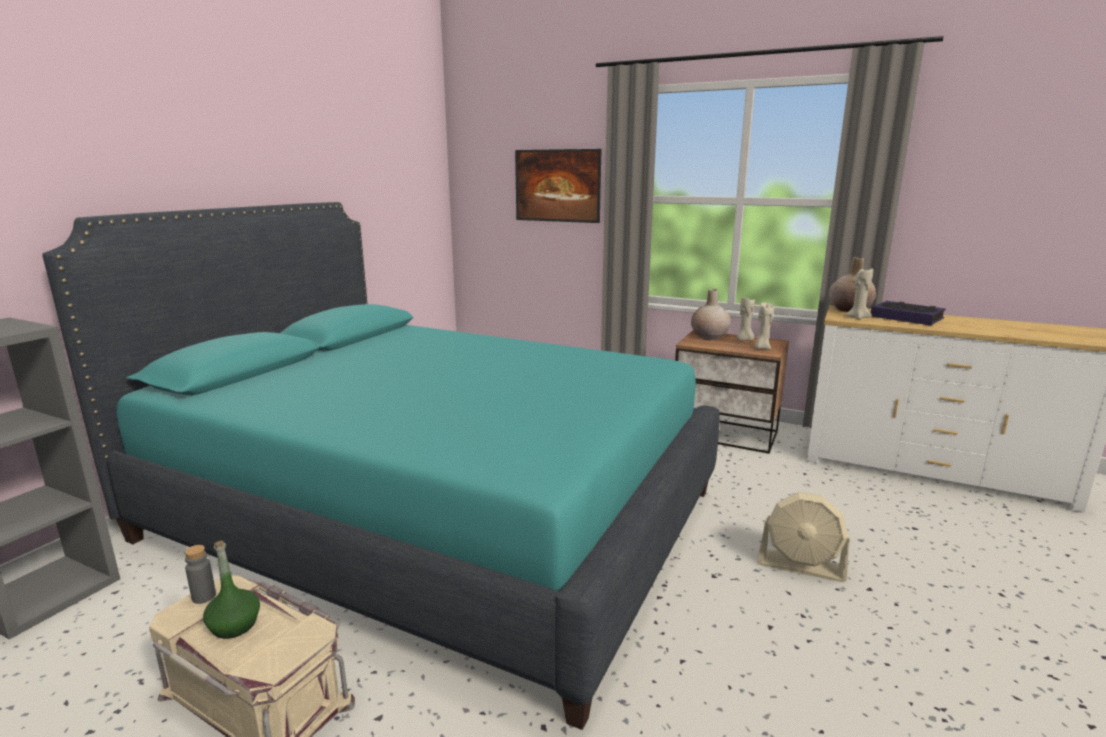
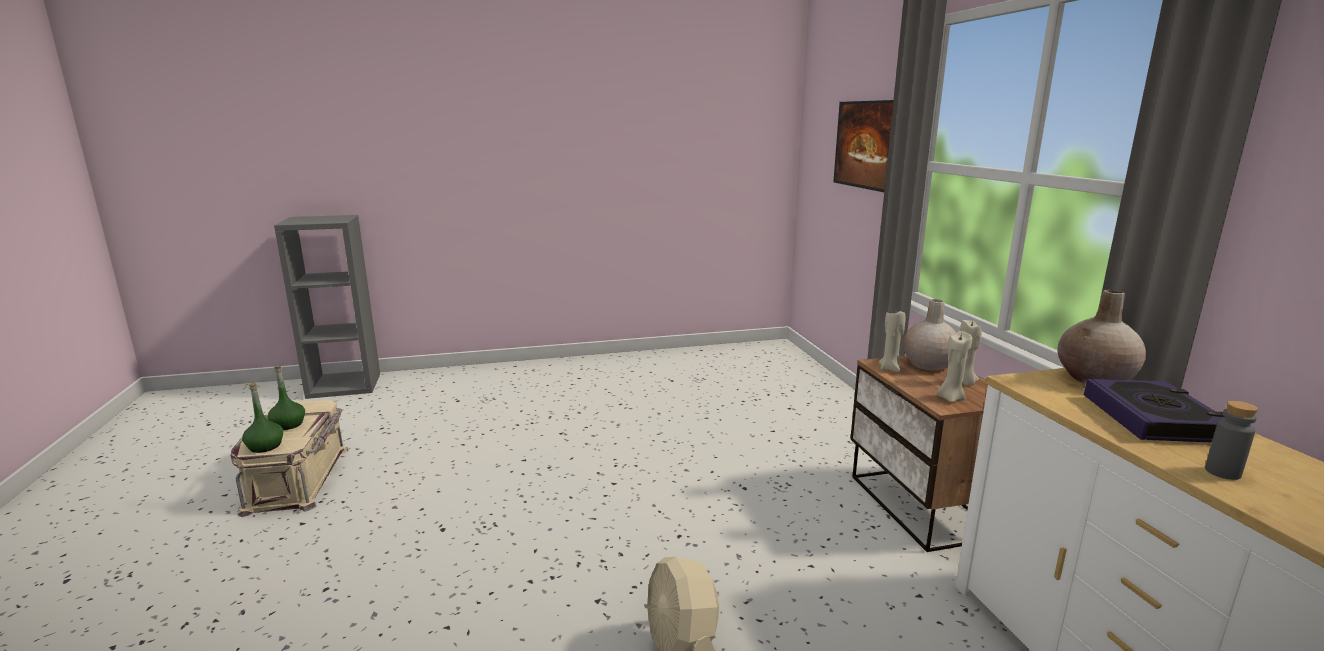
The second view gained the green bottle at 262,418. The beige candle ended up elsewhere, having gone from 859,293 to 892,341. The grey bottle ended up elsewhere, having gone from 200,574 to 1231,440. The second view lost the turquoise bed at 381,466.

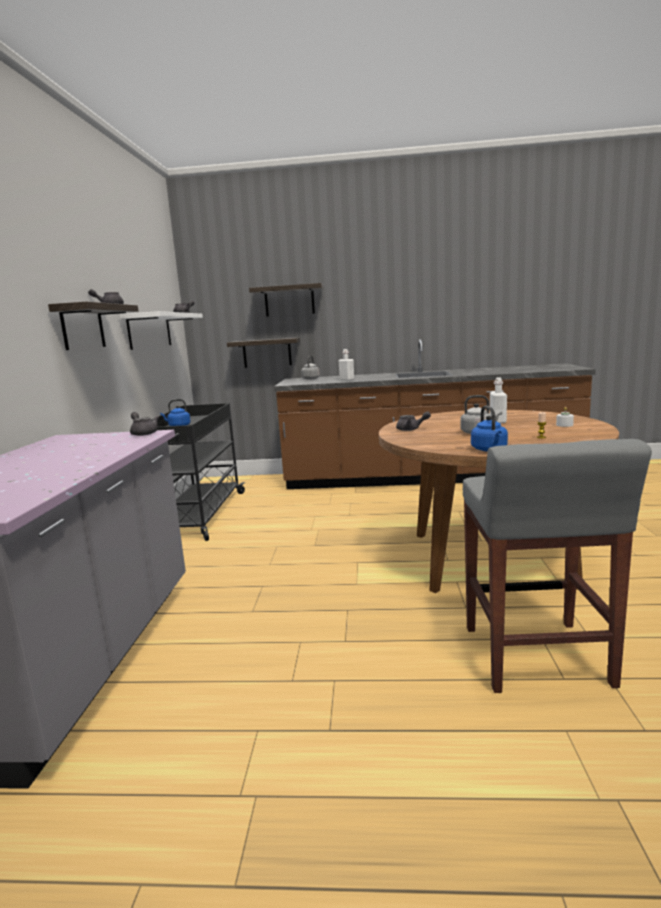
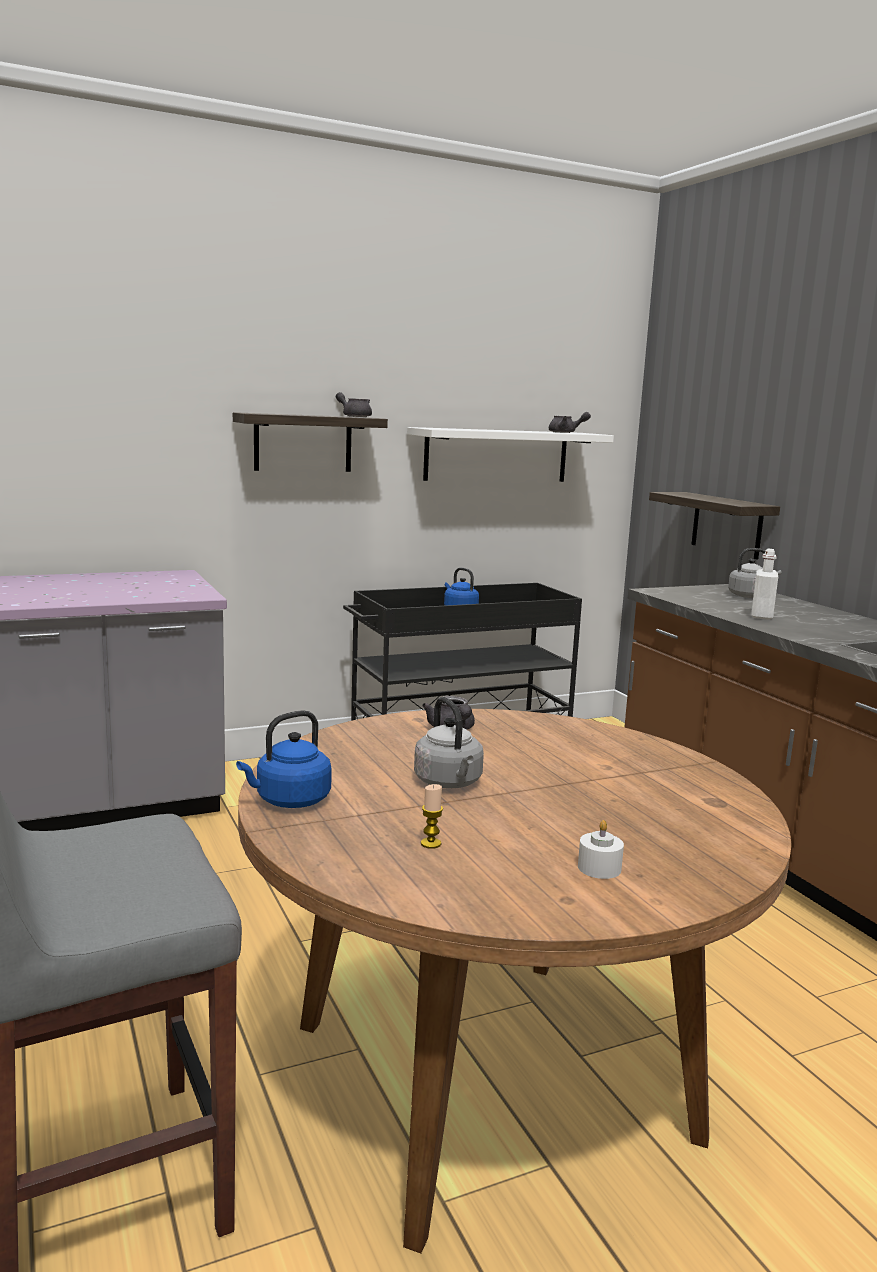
The second view lost the grey teapot at 144,424. The second view lost the shelf at 286,300. The second view lost the white bottle at 498,400.

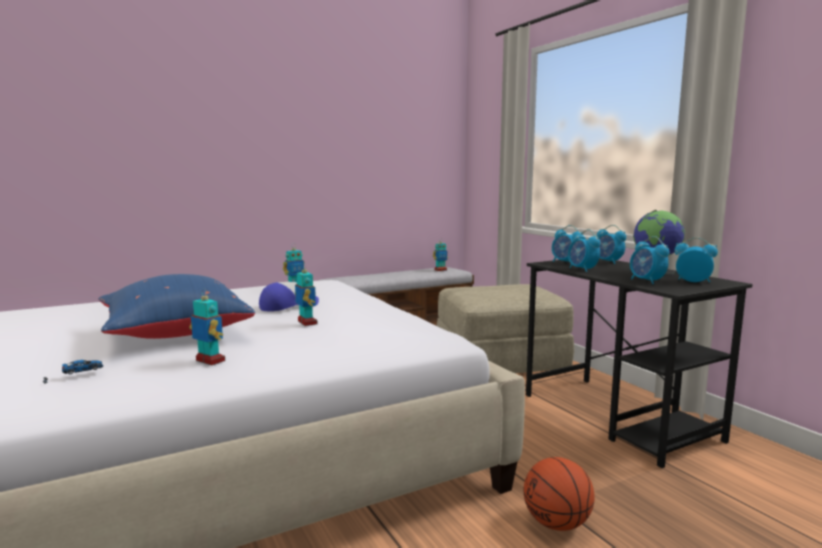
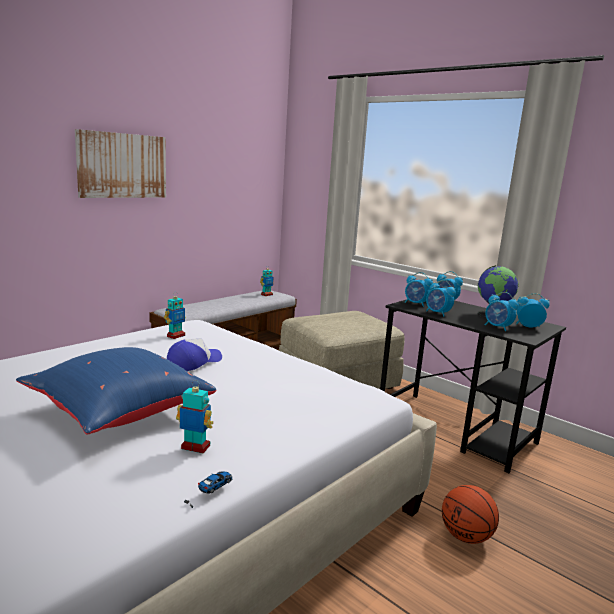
The second view gained the picture at 120,163. The toy car ended up elsewhere, having gone from 73,372 to 208,489. The second view lost the toy robot at 306,295.

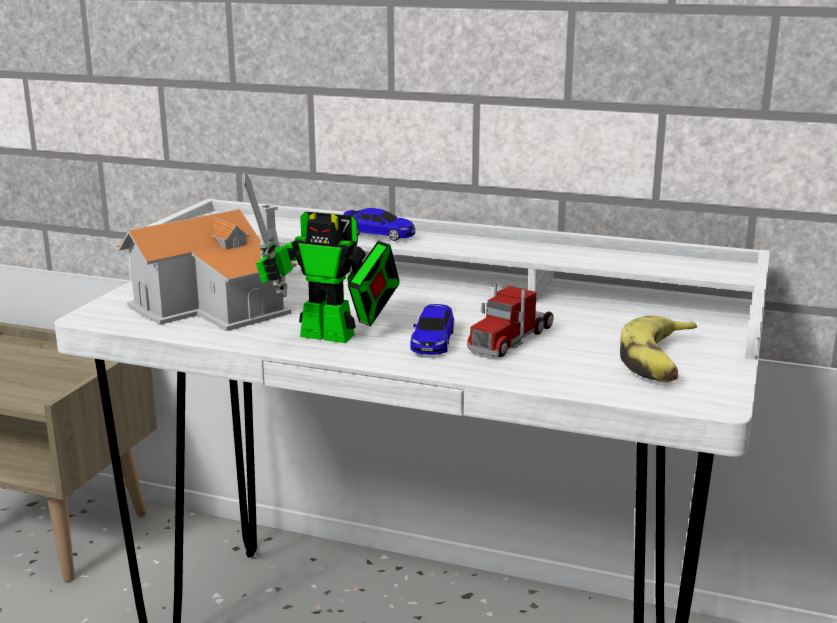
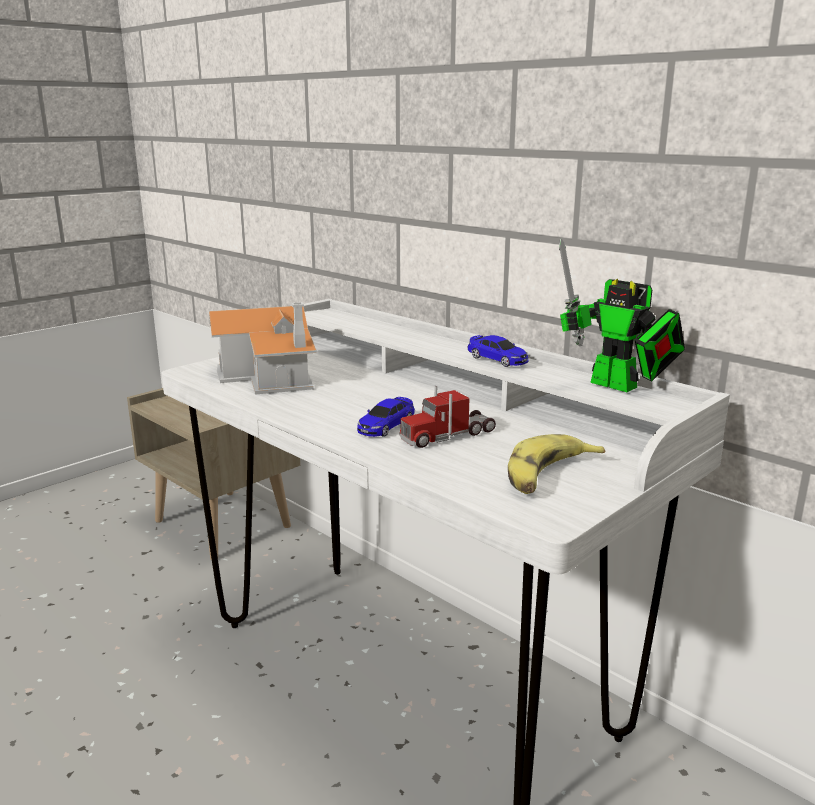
The toy car ended up elsewhere, having gone from 380,224 to 498,351. The toy robot ended up elsewhere, having gone from 321,257 to 622,315.

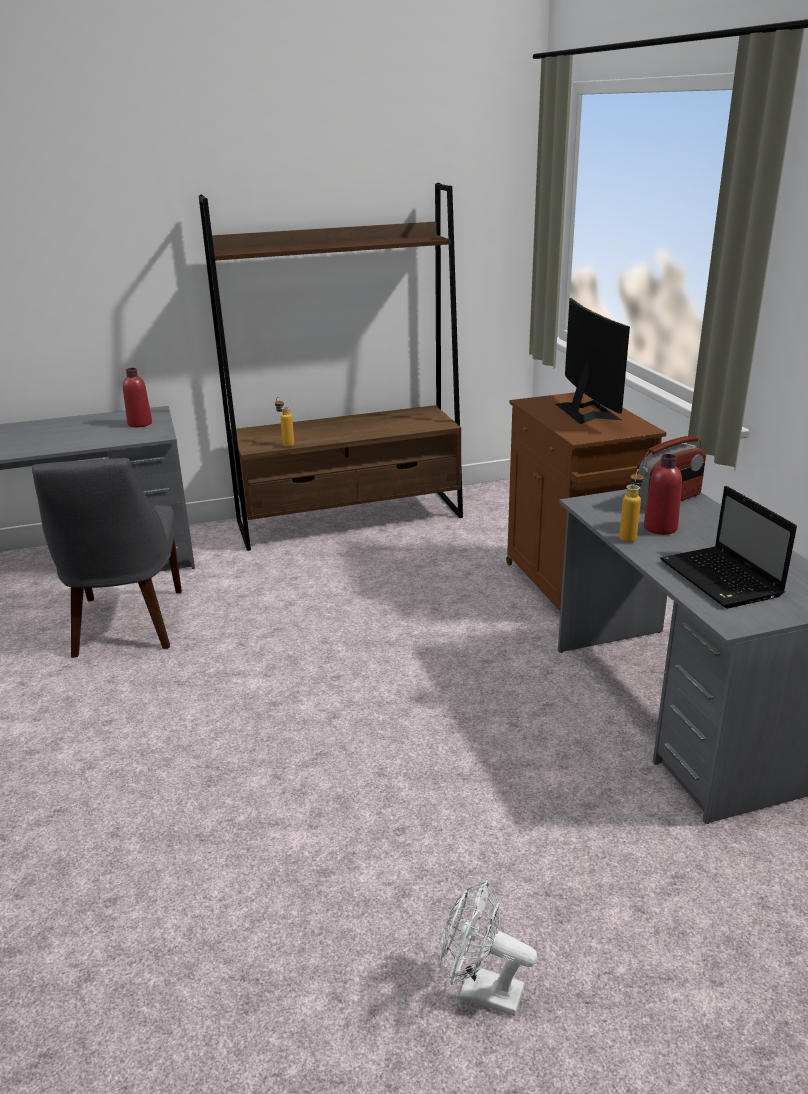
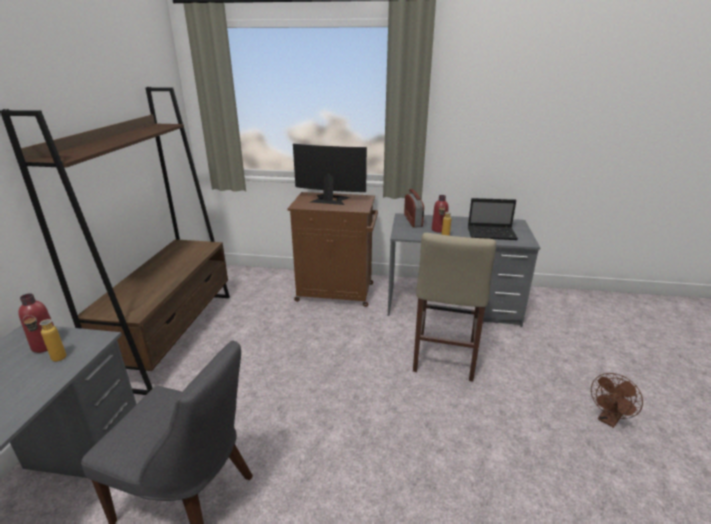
The bottle ended up elsewhere, having gone from 285,422 to 45,338. The second view gained the beige stool at 454,307. What was the white fan at 489,948 turned into the brown fan at 617,400.

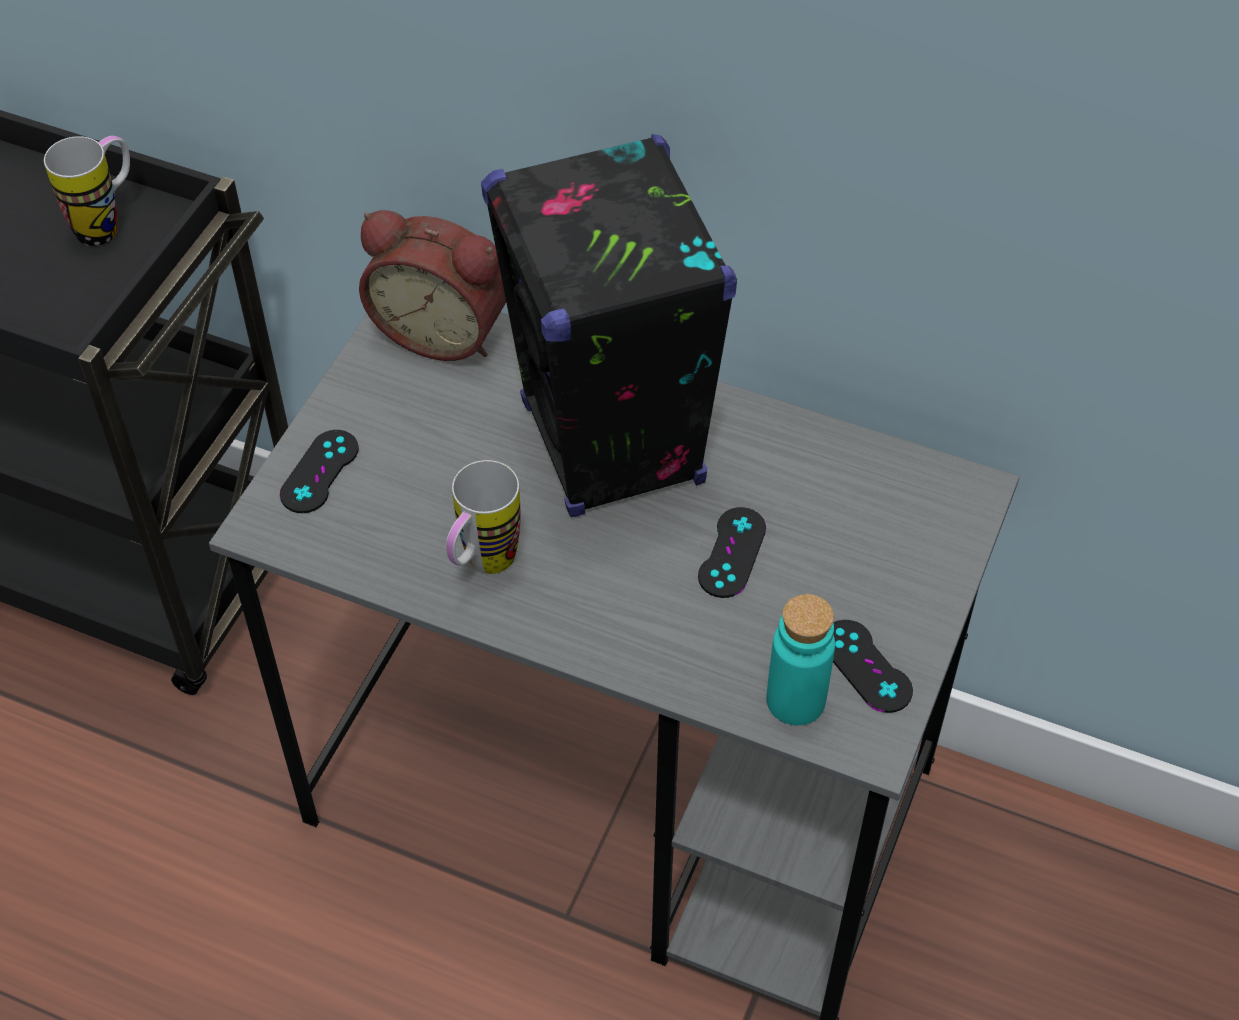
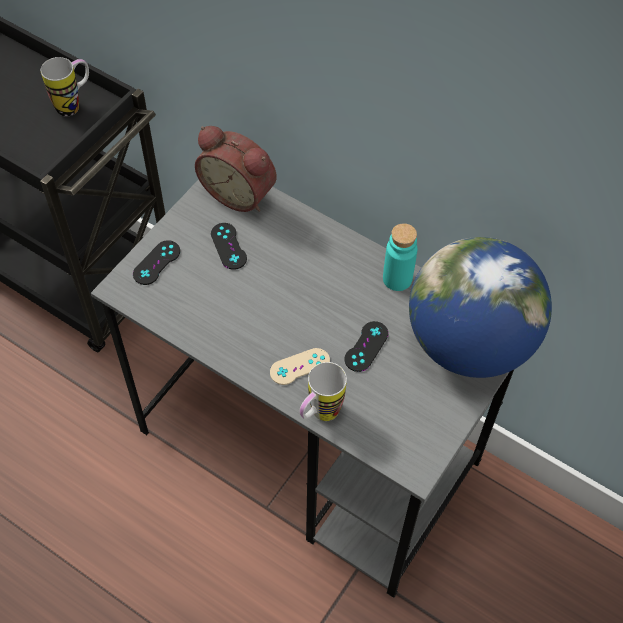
The black game controller ended up elsewhere, having gone from 873,666 to 229,246. The second view gained the beige game controller at 300,366. The mug ended up elsewhere, having gone from 483,517 to 323,391. The turquoise bottle ended up elsewhere, having gone from 801,659 to 400,257. The second view gained the globe at 480,307. The second view lost the black speaker at 609,325.

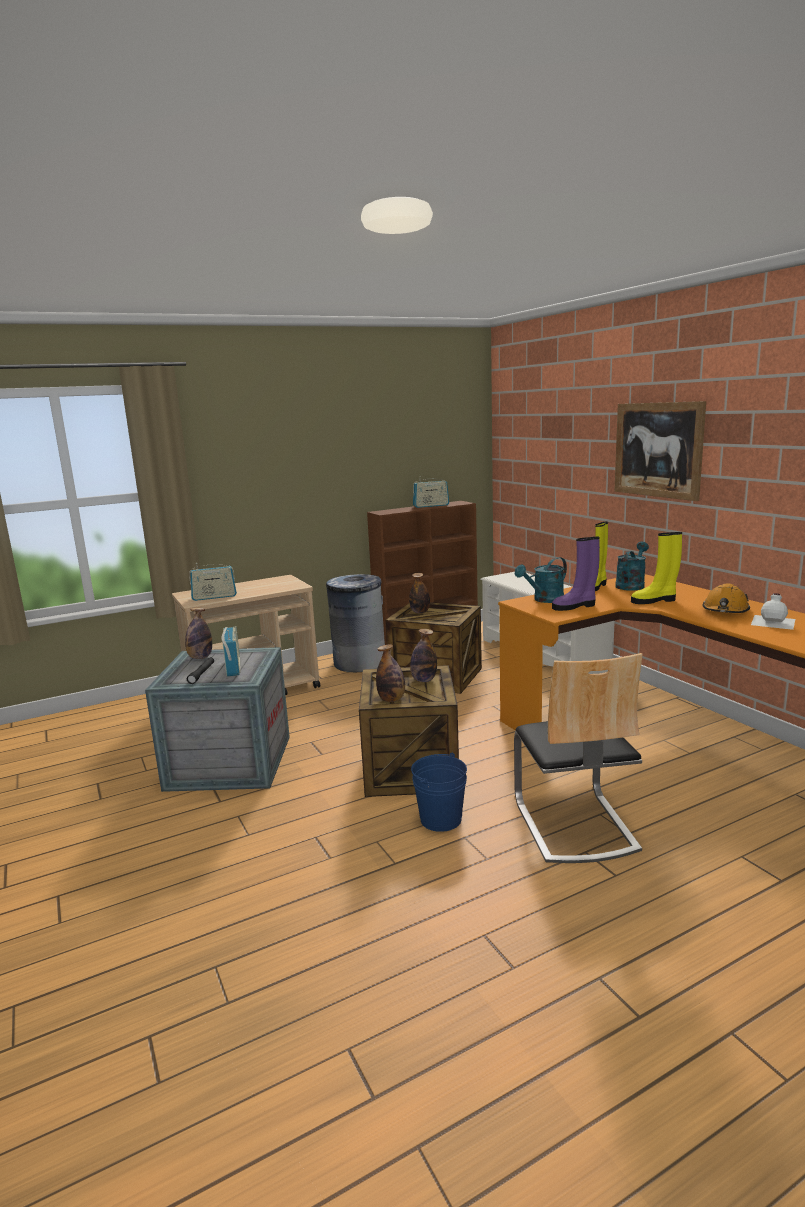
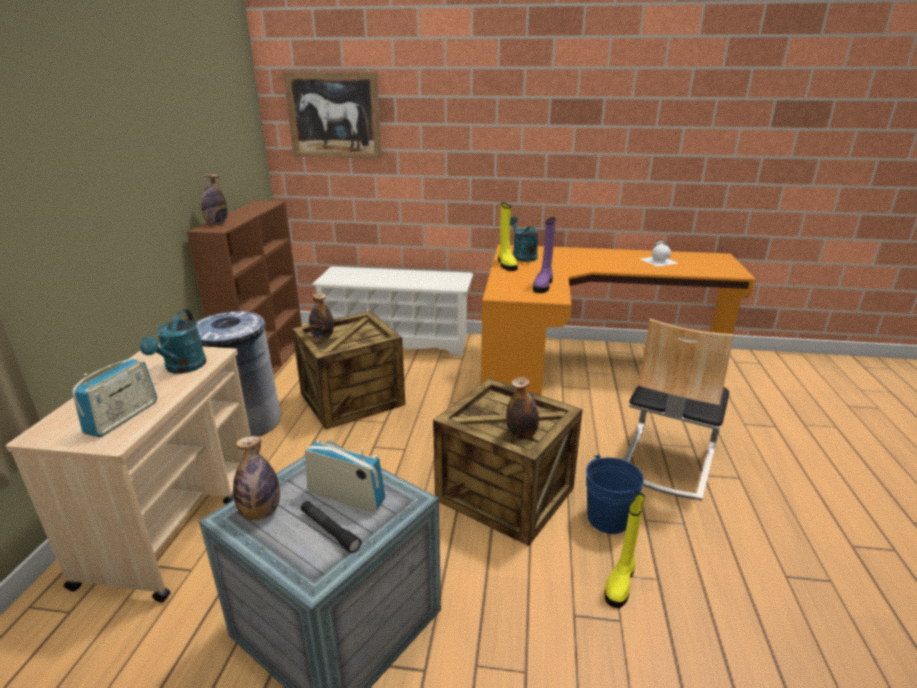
The turquoise watering can ended up elsewhere, having gone from 541,580 to 173,341. The bottle ended up elsewhere, having gone from 423,655 to 214,199. The picture ended up elsewhere, having gone from 660,451 to 332,115. The yellow boot ended up elsewhere, having gone from 656,568 to 625,550. The chair at 578,758 ended up facing another way, 90 degrees clockwise from before. The second view lost the radio at 431,493. The second view lost the orange hard hat at 726,598.

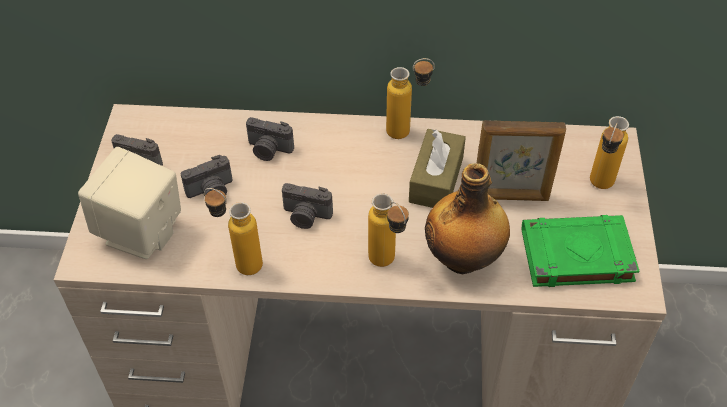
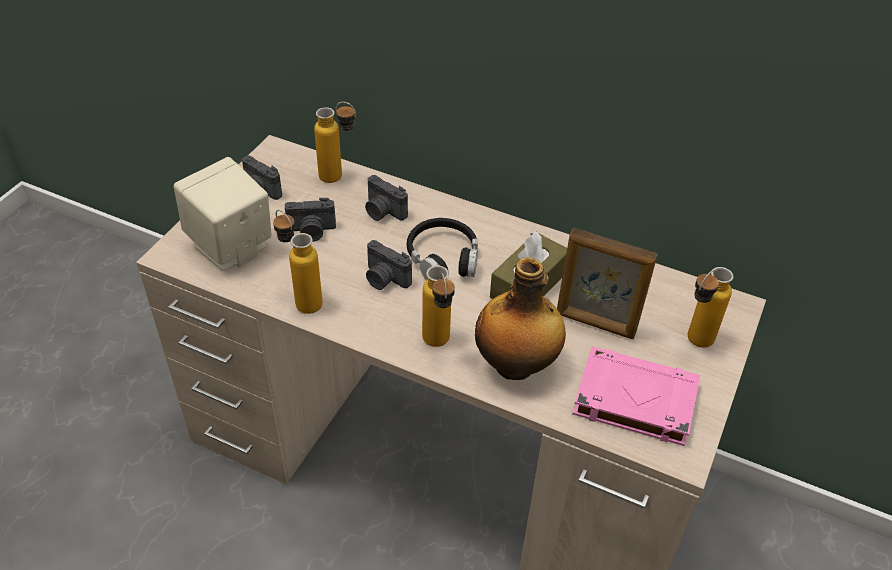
The bottle ended up elsewhere, having gone from 410,98 to 335,142. The second view gained the black headphones at 442,249. What was the green book at 581,251 turned into the pink book at 636,396.

